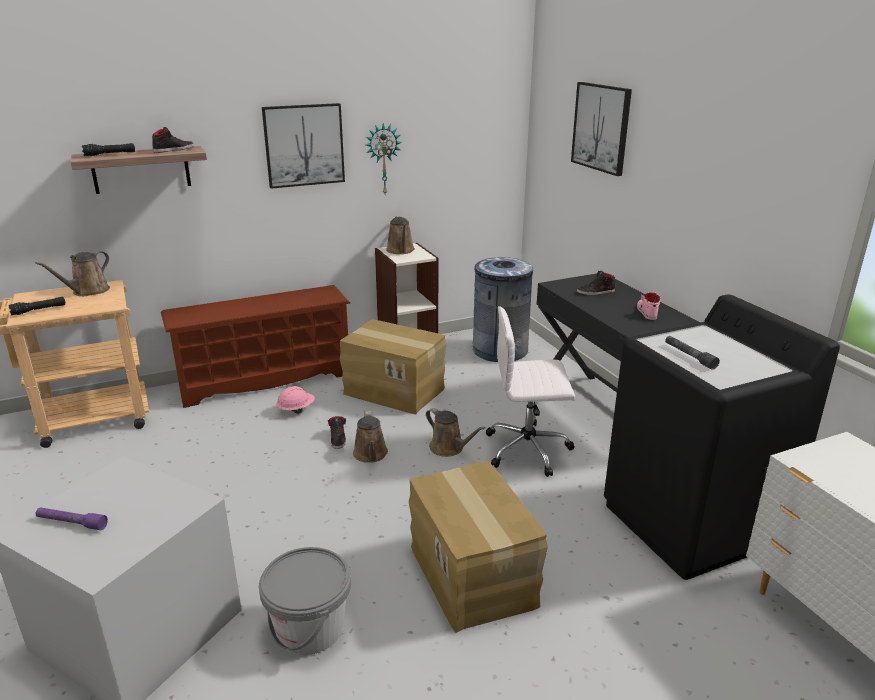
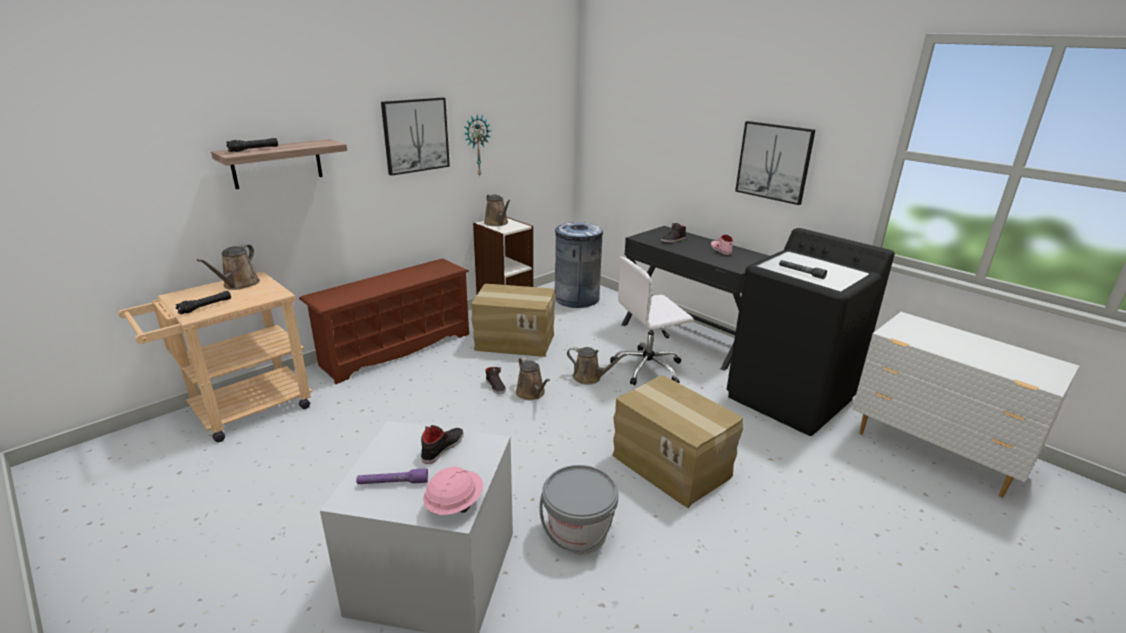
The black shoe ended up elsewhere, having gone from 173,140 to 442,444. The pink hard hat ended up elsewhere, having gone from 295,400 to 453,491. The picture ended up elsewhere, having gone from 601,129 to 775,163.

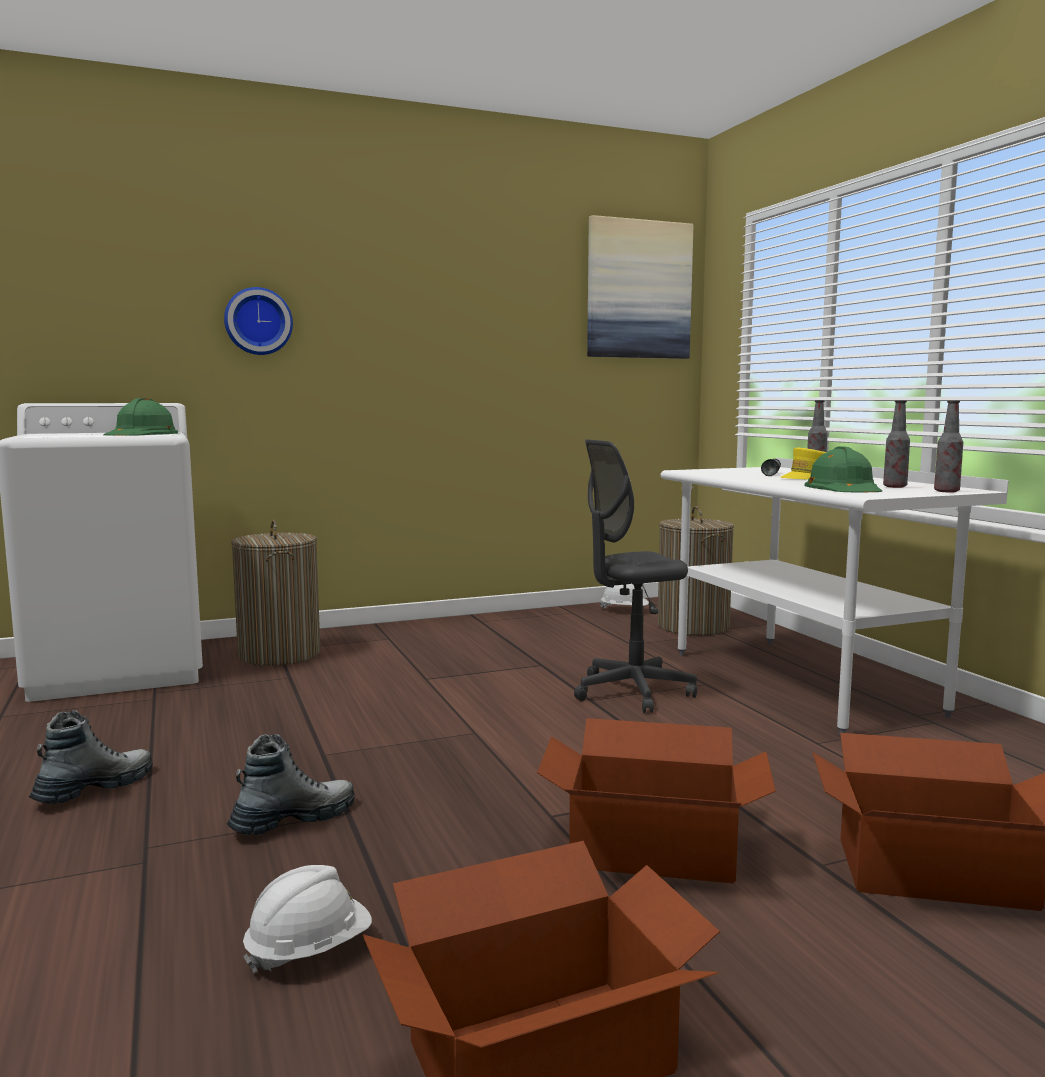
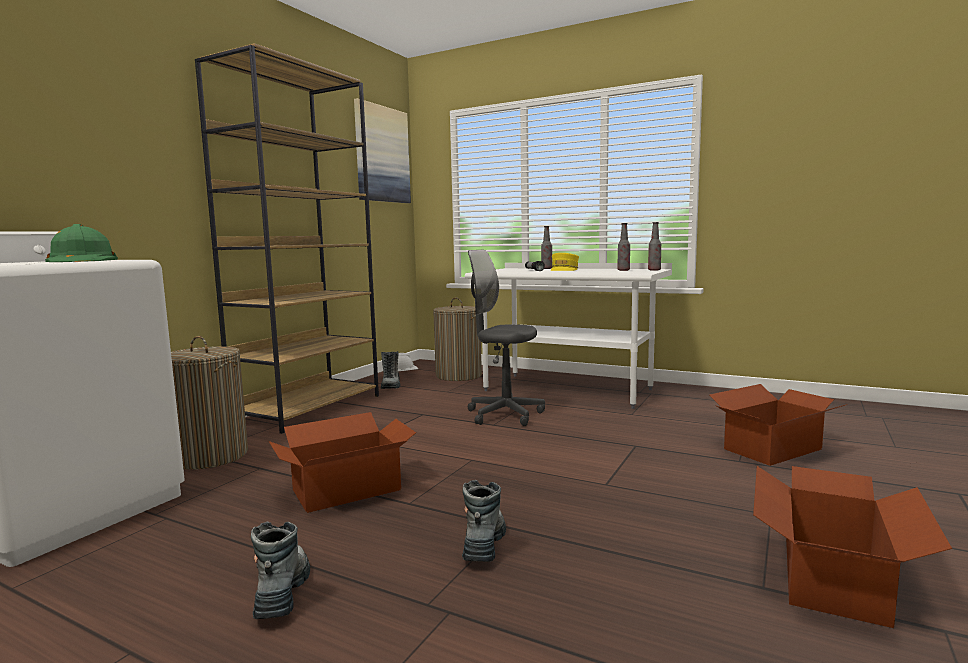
The second view gained the brown bookcase at 287,238. The cardboard box ended up elsewhere, having gone from 656,801 to 342,462. The second view gained the boot at 391,370. The grey office chair at 635,576 ended up facing another way, 90 degrees clockwise from before. The second view lost the wall clock at 258,321. The second view lost the white hard hat at 307,919. The second view lost the green hard hat at 843,469.

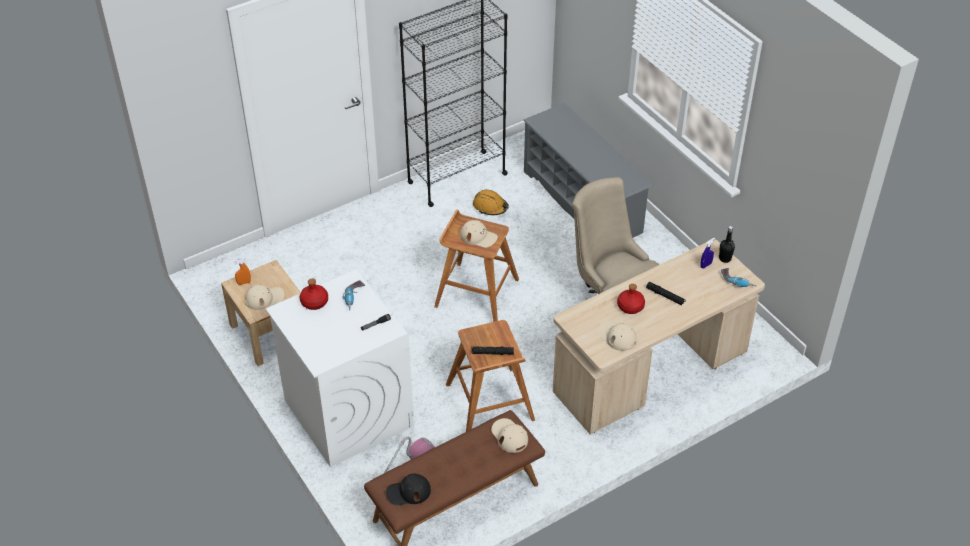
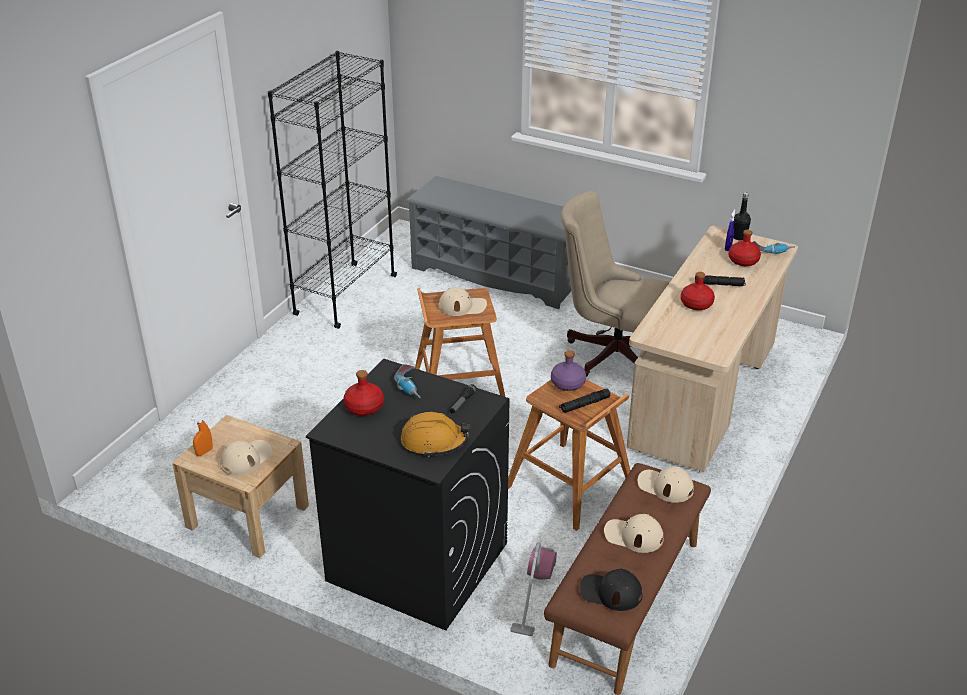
What was the white washing machine at 340,368 turned into the black washing machine at 408,495. The orange hard hat ended up elsewhere, having gone from 491,202 to 435,434. The second view gained the purple bottle at 568,370. The black cap at 408,489 ended up facing another way, 60 degrees clockwise from before. The beige cap ended up elsewhere, having gone from 617,335 to 634,533. The second view gained the red bottle at 744,248.

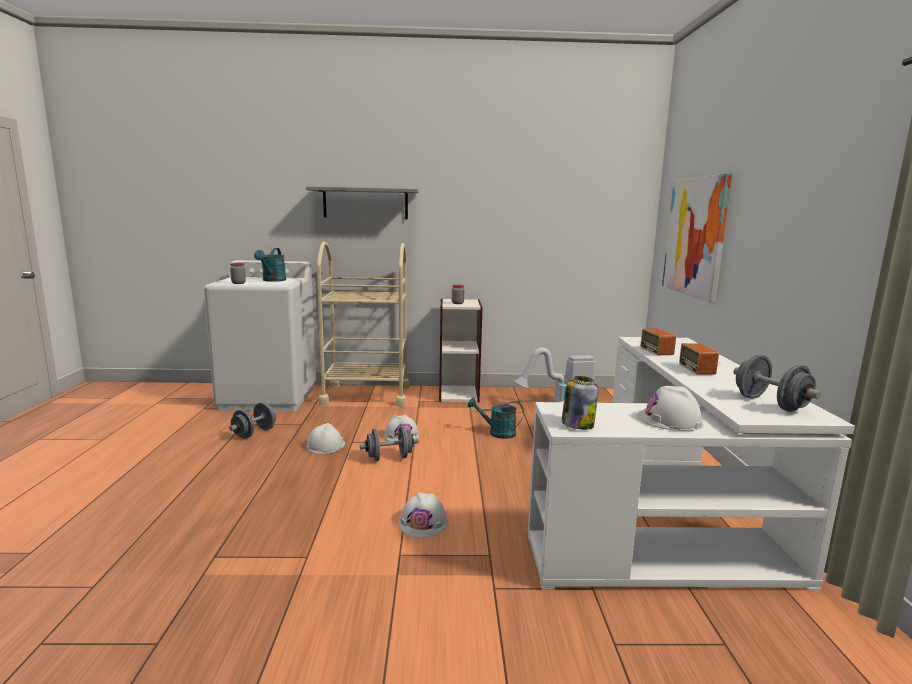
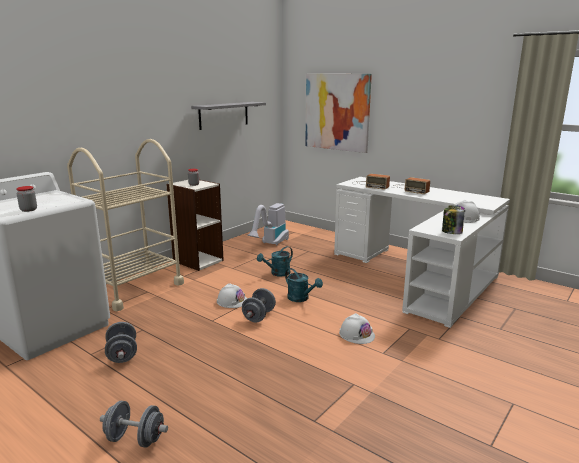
The grey dumbbell ended up elsewhere, having gone from 777,383 to 134,424. The grey shelf ended up elsewhere, having gone from 362,202 to 228,116. The turquoise watering can ended up elsewhere, having gone from 270,265 to 304,285. The second view lost the white hard hat at 325,438.

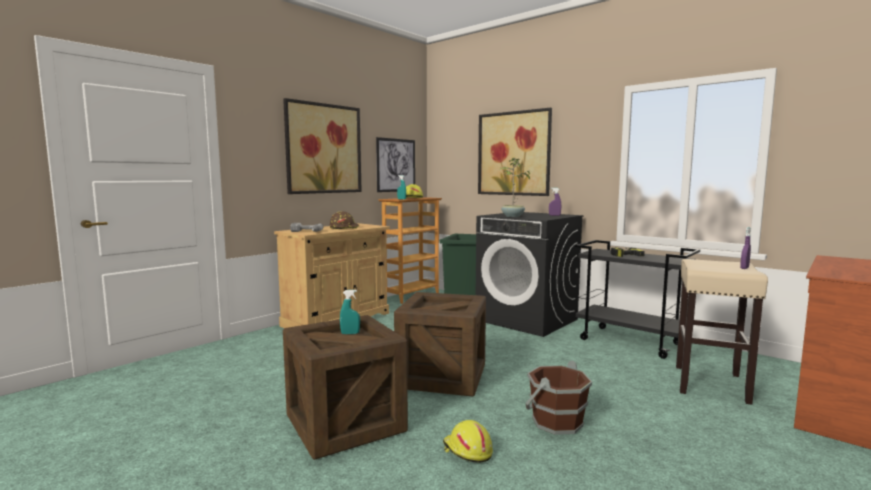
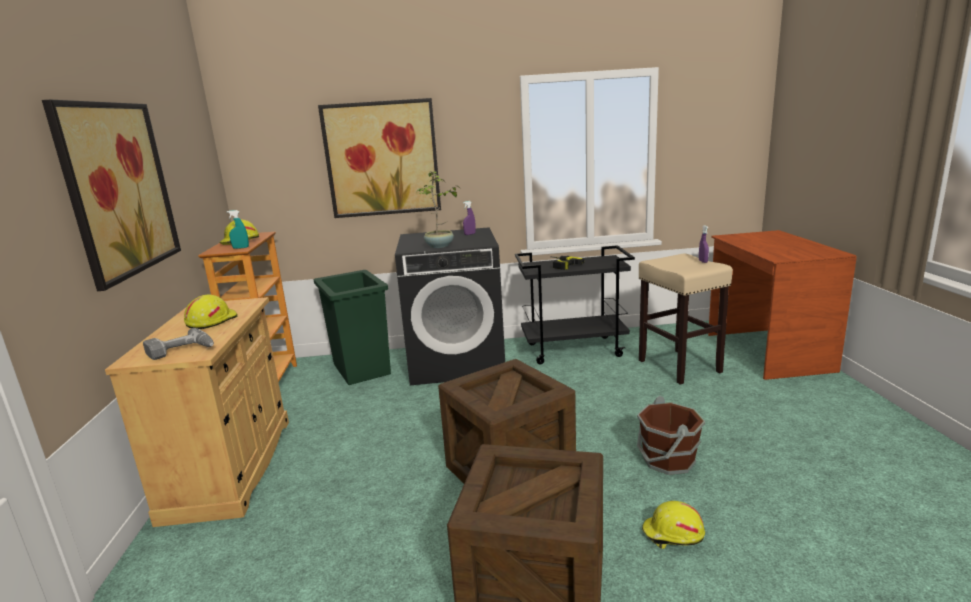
What was the brown hard hat at 344,220 turned into the yellow hard hat at 211,312. The second view lost the turquoise spray bottle at 350,312. The second view lost the picture at 395,164.

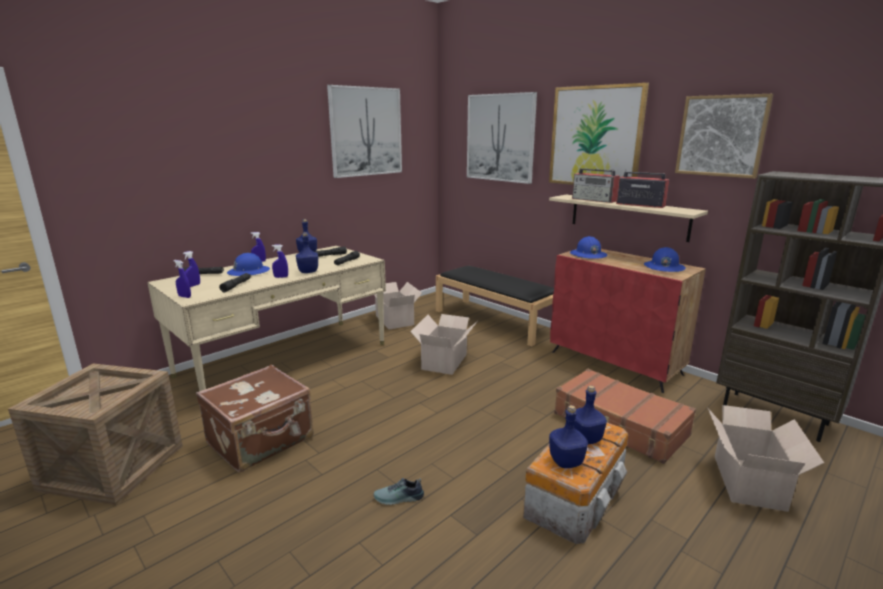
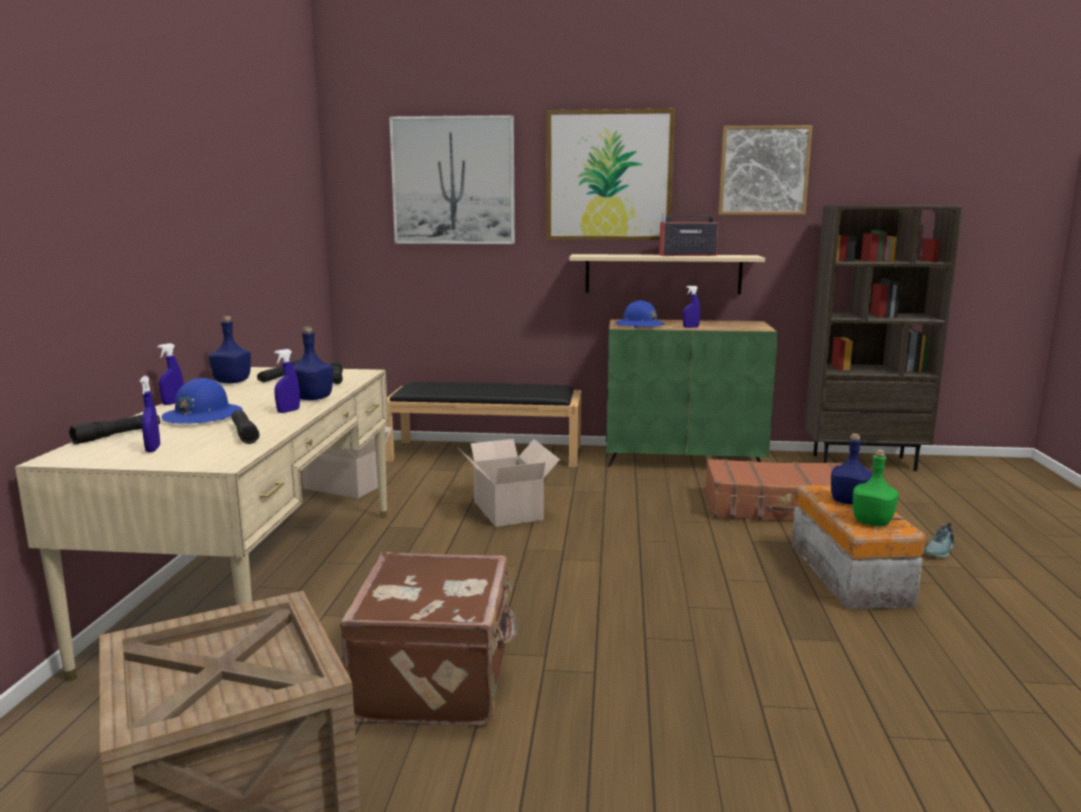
What was the red cabinet at 628,321 turned into the green cabinet at 692,393. The blue spray bottle ended up elsewhere, having gone from 182,279 to 691,307. What was the blue bottle at 568,436 turned into the green bottle at 876,488. The shoe ended up elsewhere, having gone from 399,491 to 938,540. The second view lost the picture at 364,131. The second view lost the radio at 596,185. The second view lost the blue hard hat at 665,259. The second view lost the cardboard box at 766,458.

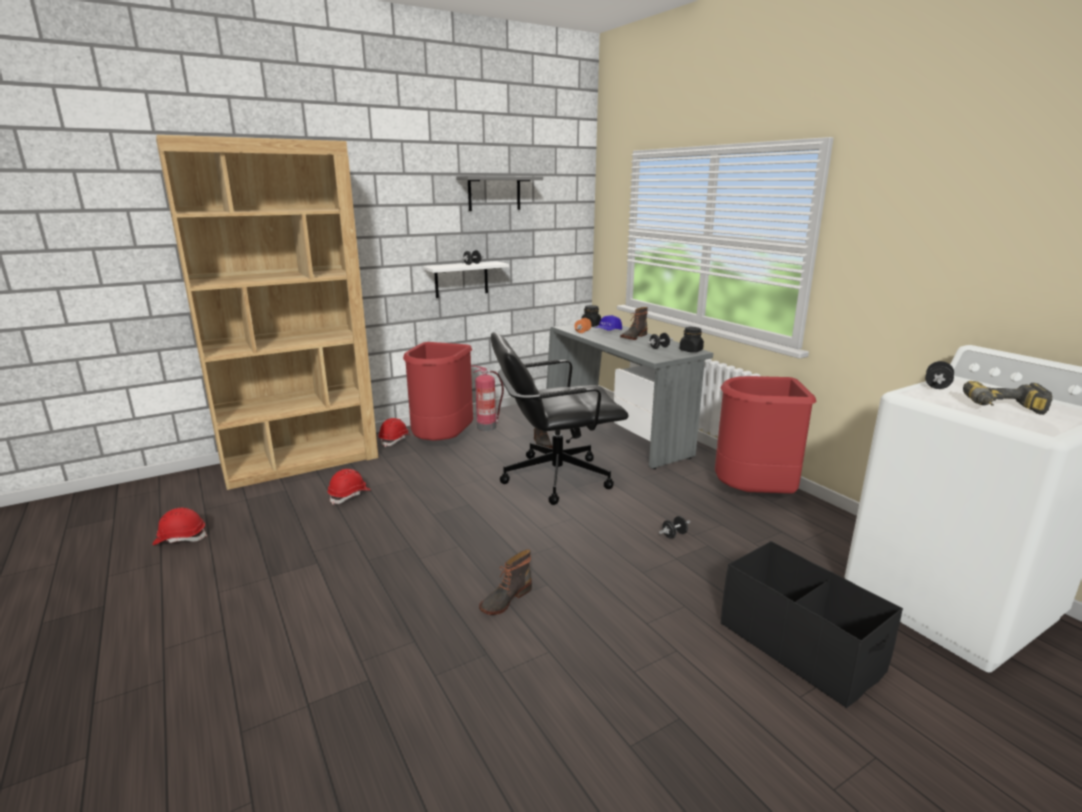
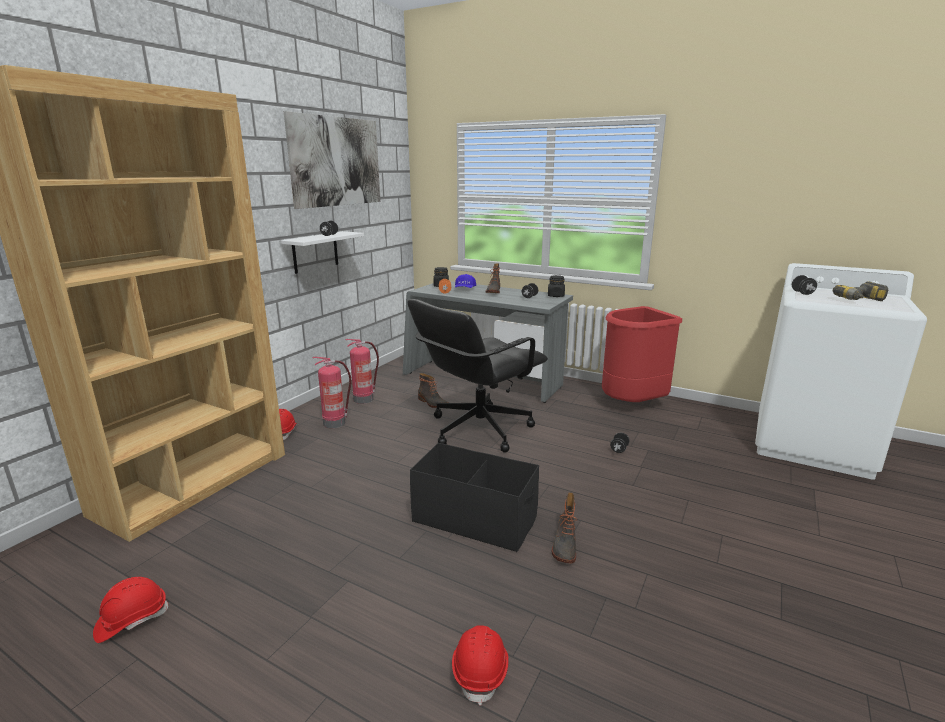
Where the grey shelf hung at 499,193, the picture came to hang at 331,160. Where the red trash can stood at 438,391, the fire extinguisher came to stand at 332,392. The black storage box ended up elsewhere, having gone from 812,624 to 474,497. The red hard hat ended up elsewhere, having gone from 349,487 to 480,665.

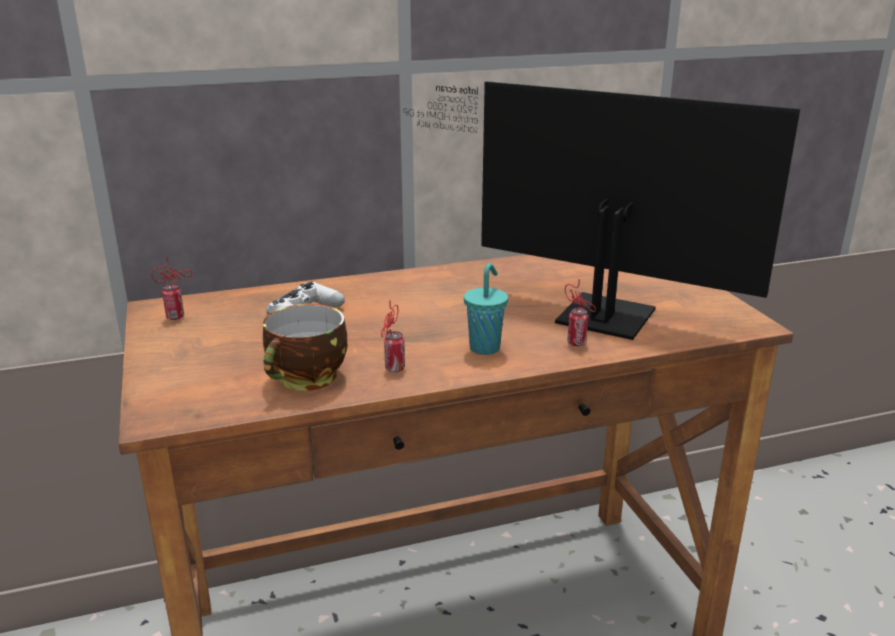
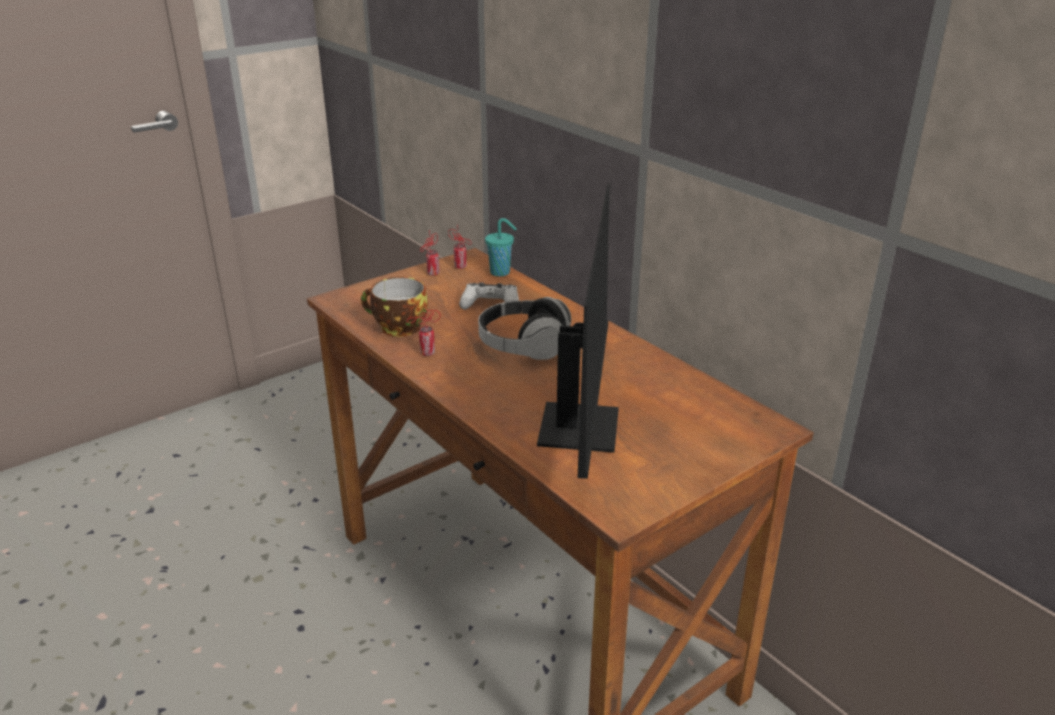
The can ended up elsewhere, having gone from 580,312 to 430,253. The second view gained the headphones at 524,328. The turquoise cup ended up elsewhere, having gone from 486,309 to 501,247.

